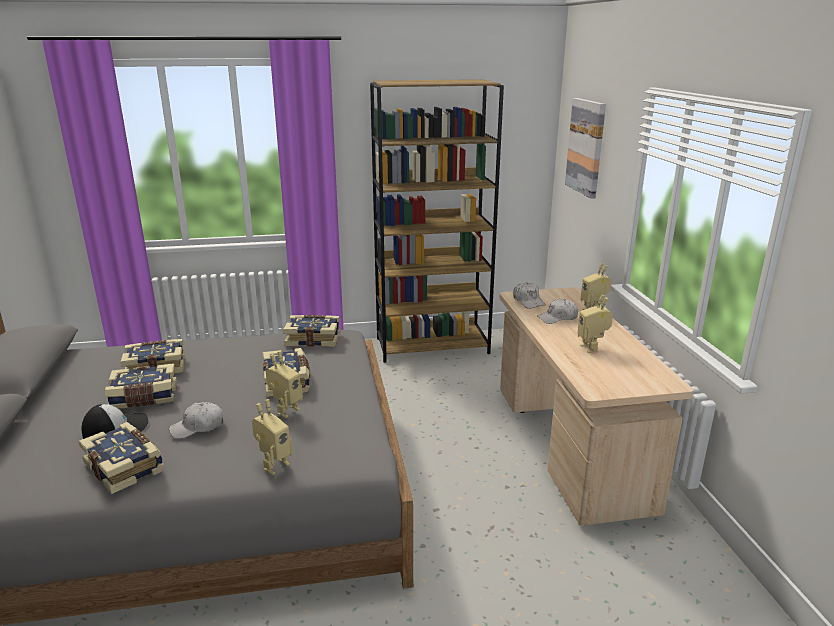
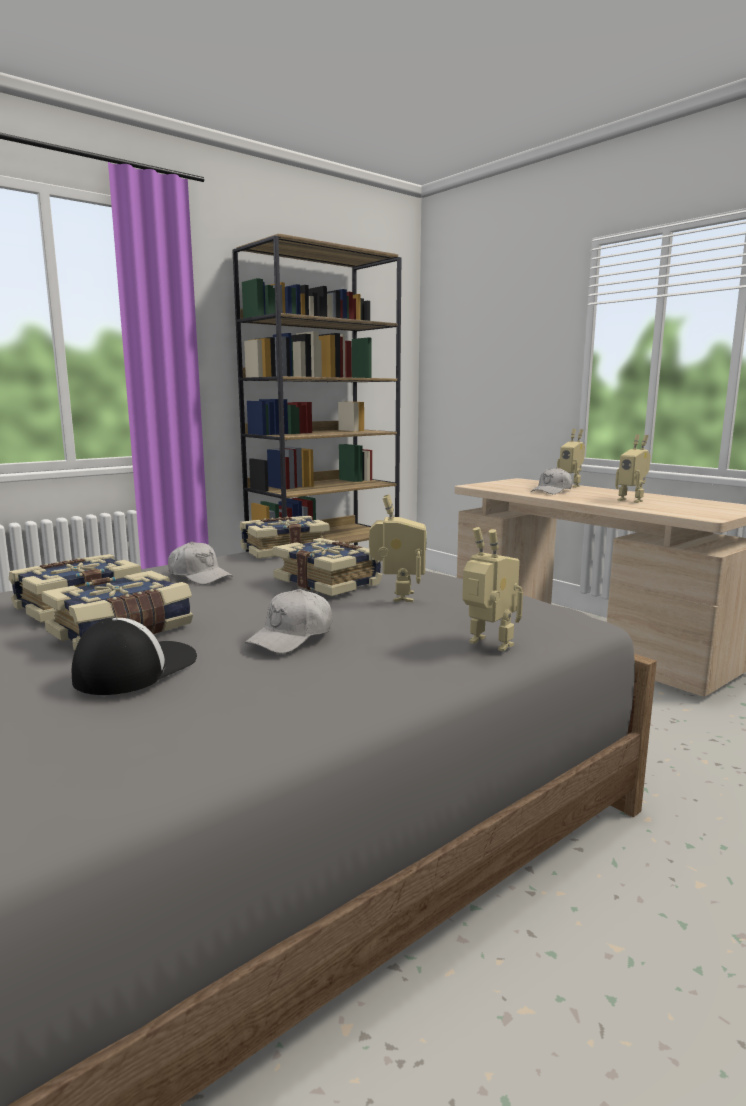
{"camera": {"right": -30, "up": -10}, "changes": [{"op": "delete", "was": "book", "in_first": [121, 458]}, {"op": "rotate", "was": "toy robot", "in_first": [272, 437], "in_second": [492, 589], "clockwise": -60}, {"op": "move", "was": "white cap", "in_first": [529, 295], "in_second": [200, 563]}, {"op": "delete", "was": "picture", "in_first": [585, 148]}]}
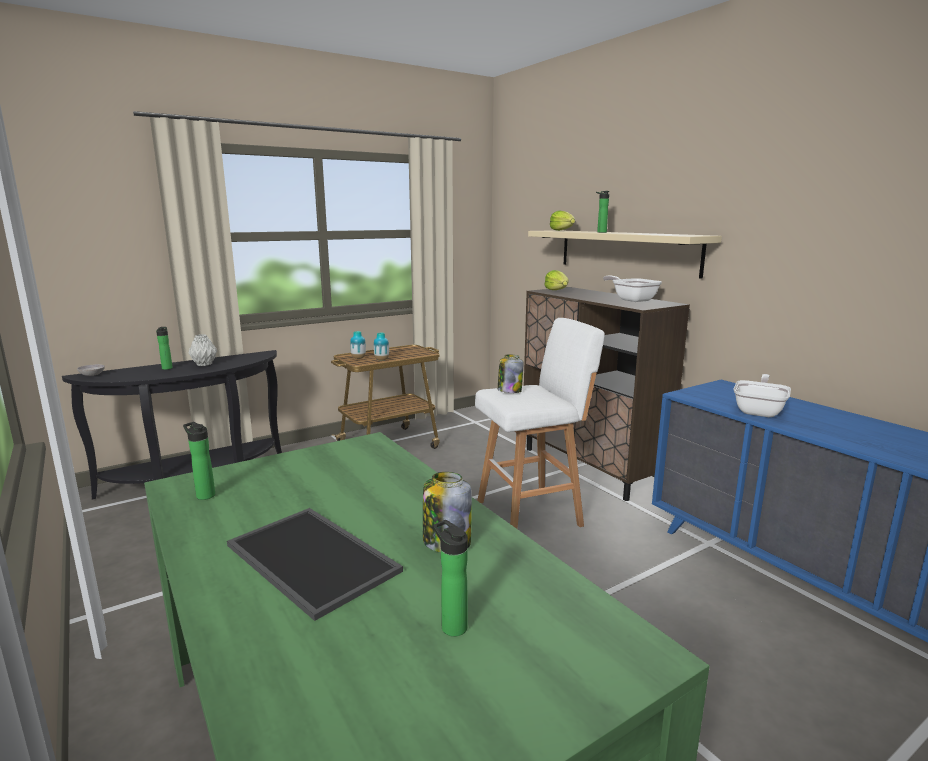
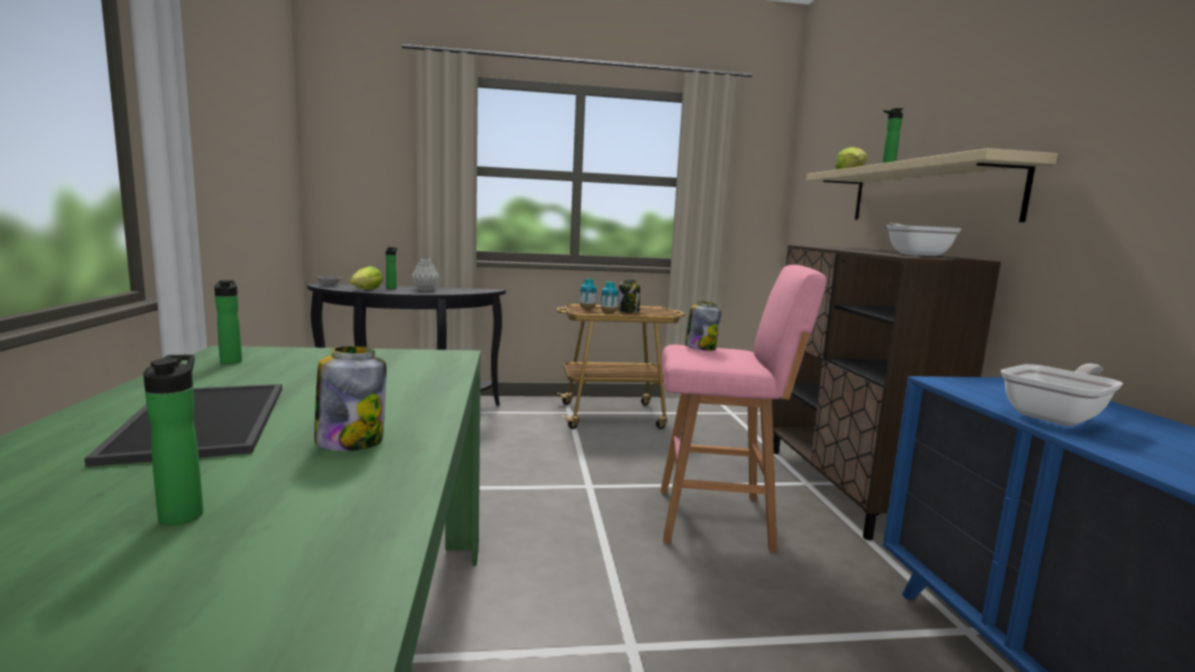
{"camera": {"right": 25, "up": -5}, "changes": [{"op": "recolor", "was": "white stool", "now": "pink stool", "in_first": [540, 423], "in_second": [743, 409]}, {"op": "move", "was": "lettuce", "in_first": [556, 280], "in_second": [366, 277]}, {"op": "insert", "now": "jar", "in_second": [629, 296]}]}
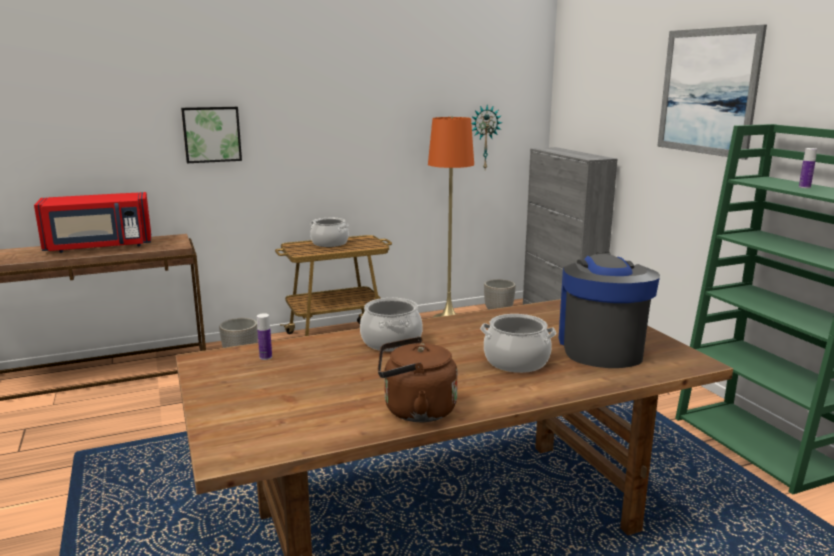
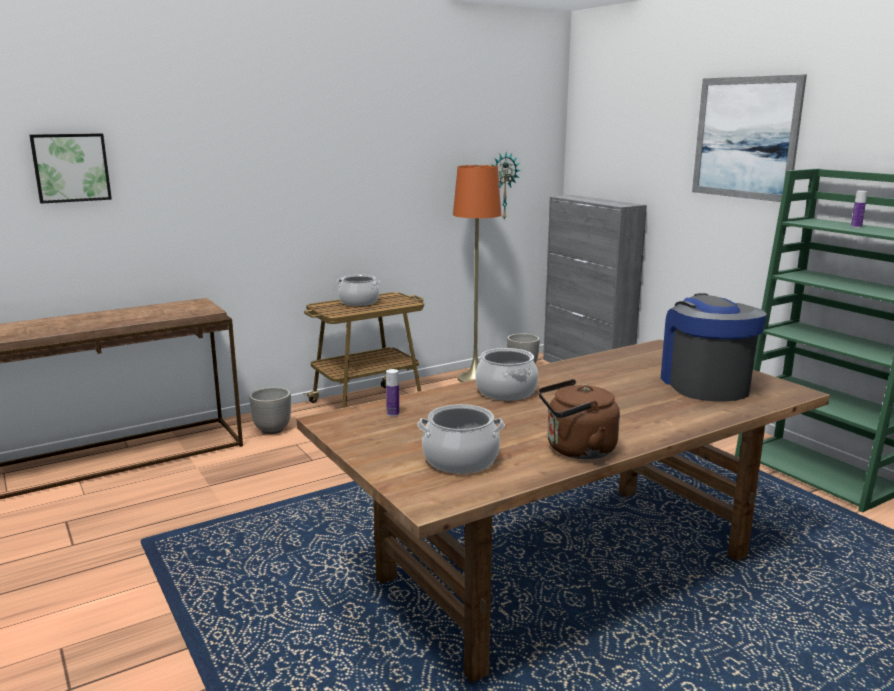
{"camera": {"right": -10, "up": 0}, "changes": [{"op": "delete", "was": "red microwave", "in_first": [92, 222]}, {"op": "move", "was": "picture", "in_first": [211, 135], "in_second": [70, 168]}, {"op": "move", "was": "cooking pot", "in_first": [518, 343], "in_second": [461, 439]}]}
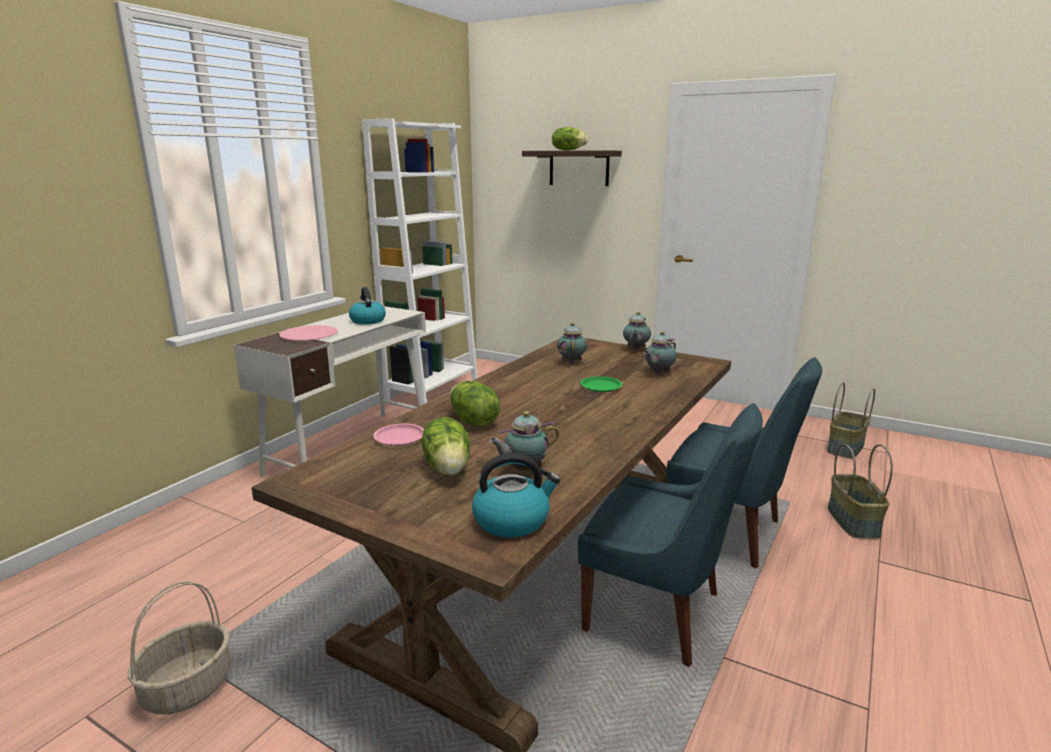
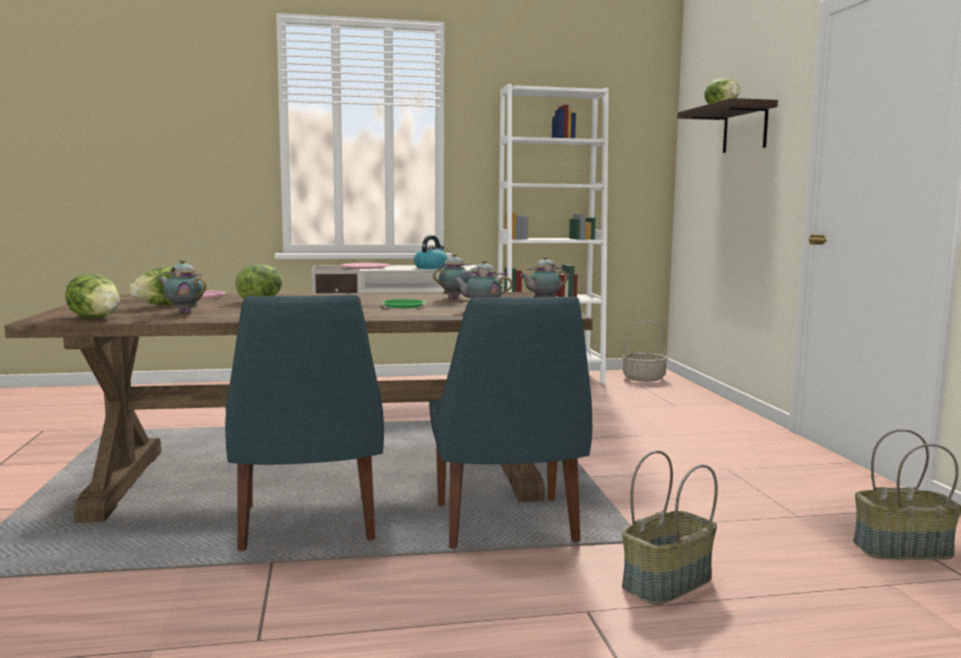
{"camera": {"right": 50, "up": -10}, "changes": [{"op": "move", "was": "basket", "in_first": [179, 648], "in_second": [645, 351]}, {"op": "replace", "was": "kettle", "now": "lettuce", "in_first": [516, 495], "in_second": [92, 296]}]}
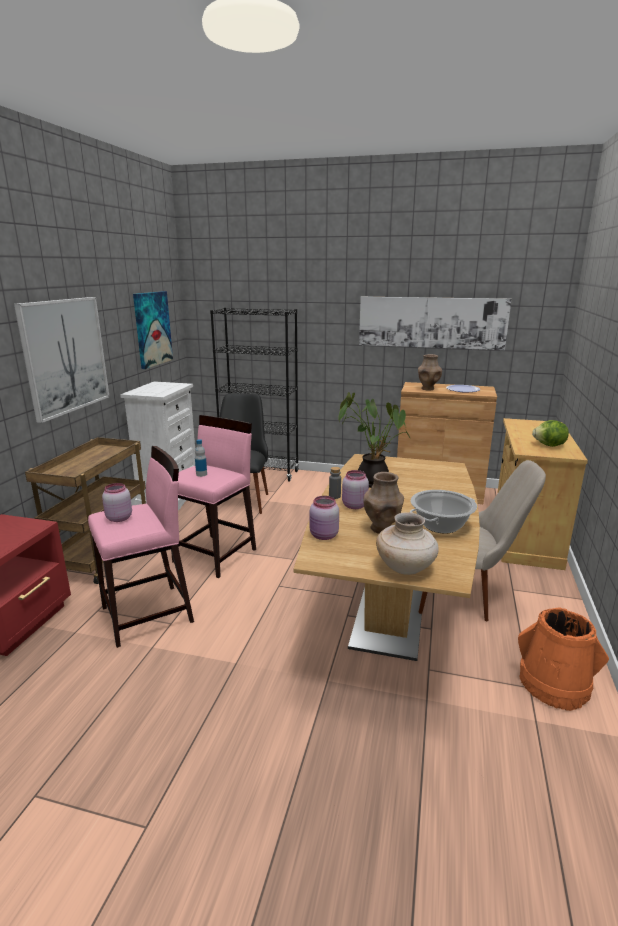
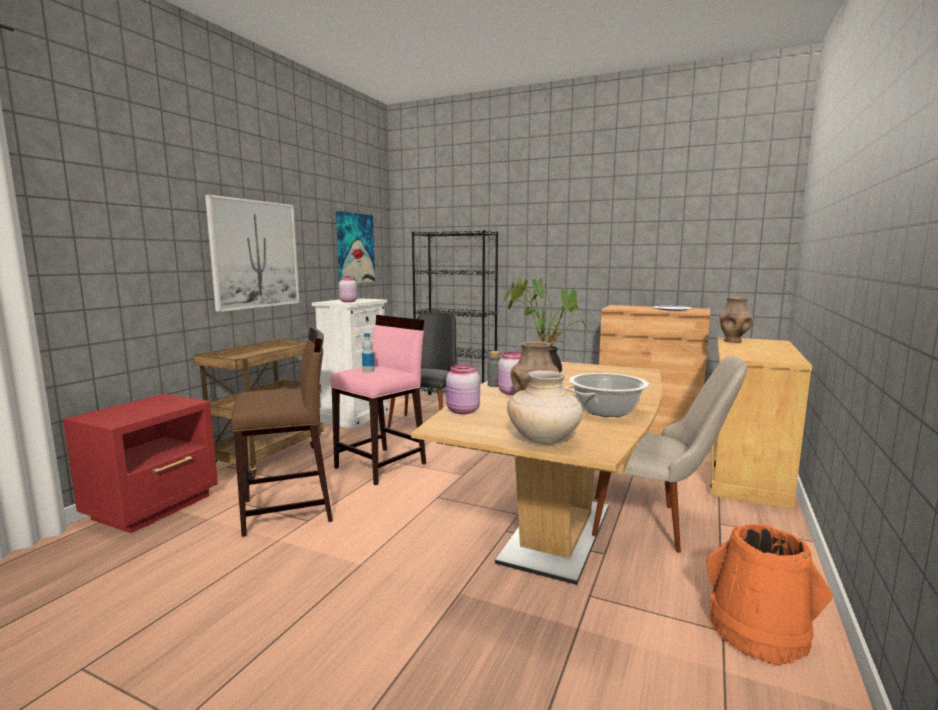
{"camera": {"right": 10, "up": -10}, "changes": [{"op": "recolor", "was": "pink stool", "now": "brown stool", "in_first": [141, 547], "in_second": [282, 432]}, {"op": "move", "was": "pink jar", "in_first": [117, 502], "in_second": [348, 290]}, {"op": "delete", "was": "picture", "in_first": [435, 323]}, {"op": "move", "was": "brown vase", "in_first": [430, 372], "in_second": [736, 320]}, {"op": "delete", "was": "lettuce", "in_first": [550, 433]}]}
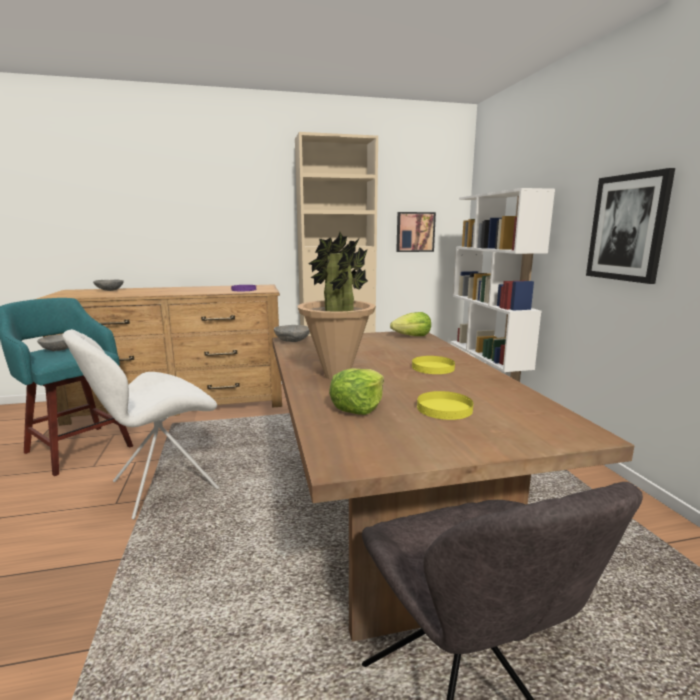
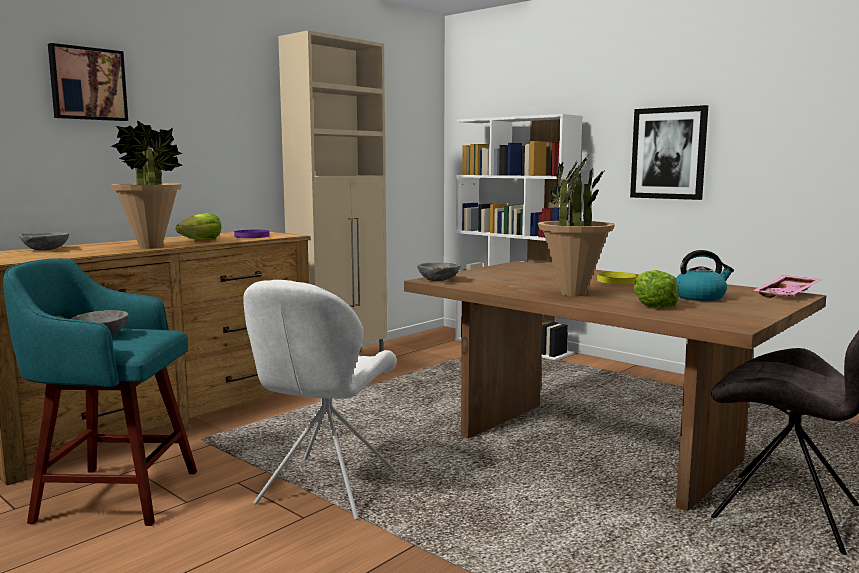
{"camera": {"right": -35, "up": -5}, "changes": [{"op": "move", "was": "lettuce", "in_first": [410, 324], "in_second": [199, 226]}, {"op": "move", "was": "picture", "in_first": [416, 232], "in_second": [88, 82]}, {"op": "replace", "was": "yellow plate", "now": "kettle", "in_first": [445, 405], "in_second": [705, 275]}, {"op": "insert", "now": "potted plant", "in_second": [146, 184]}, {"op": "insert", "now": "pink tray", "in_second": [787, 286]}]}
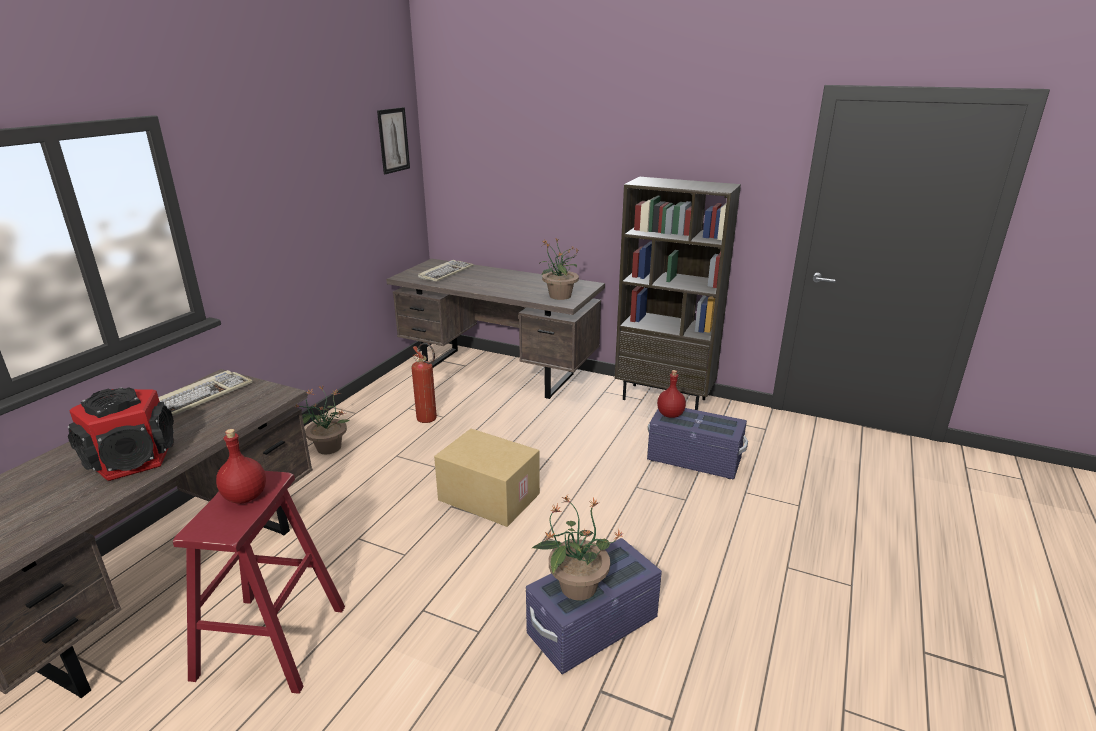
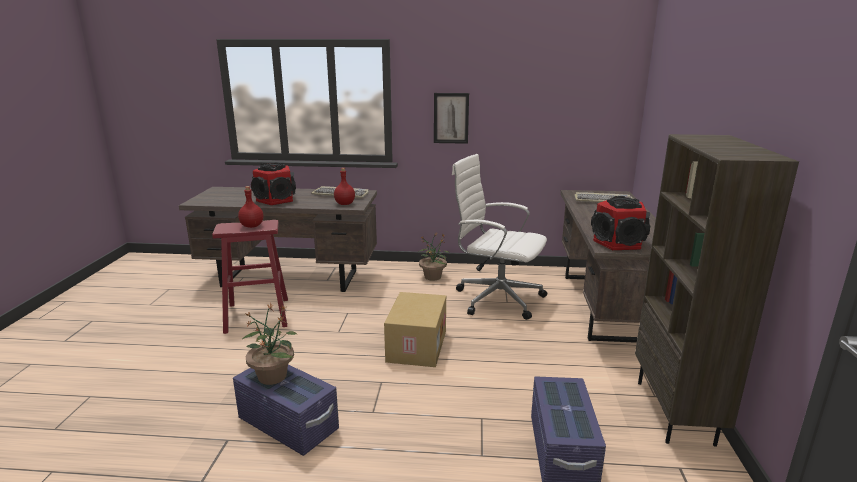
{"camera": {"right": 70, "up": -5}, "changes": [{"op": "move", "was": "picture", "in_first": [393, 140], "in_second": [451, 118]}, {"op": "replace", "was": "fire extinguisher", "now": "white office chair", "in_first": [424, 383], "in_second": [499, 237]}, {"op": "replace", "was": "potted plant", "now": "speaker", "in_first": [559, 269], "in_second": [620, 223]}, {"op": "move", "was": "red bottle", "in_first": [671, 394], "in_second": [344, 186]}]}
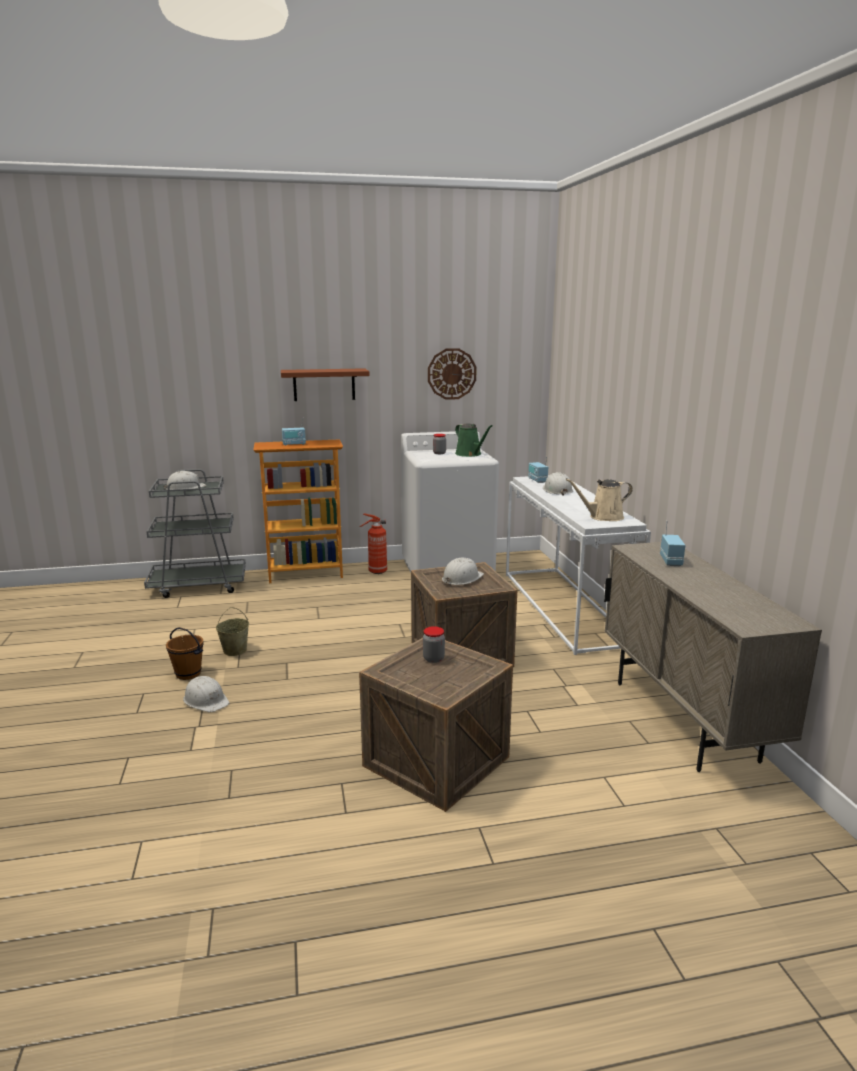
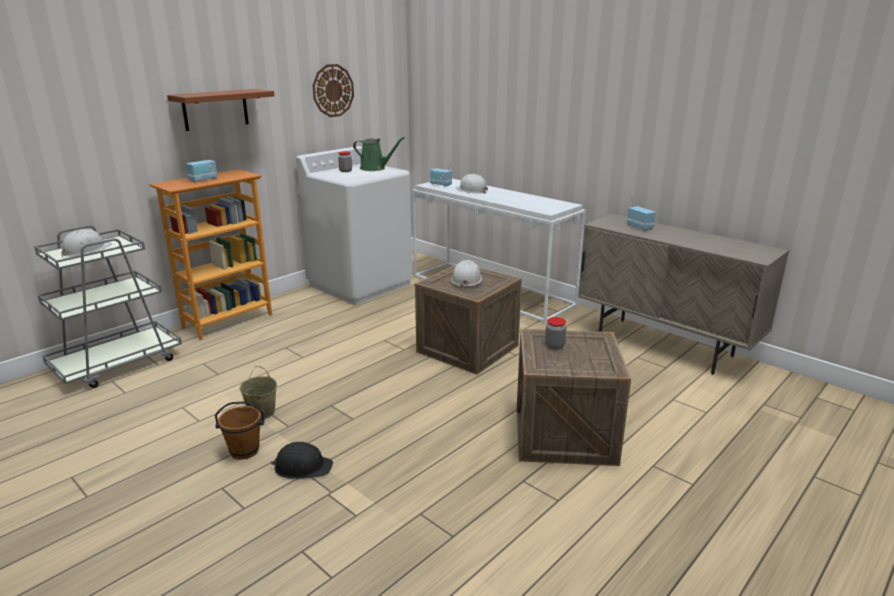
{"camera": {"right": -35, "up": 5}, "changes": [{"op": "recolor", "was": "white hard hat", "now": "black hard hat", "in_first": [206, 694], "in_second": [301, 460]}, {"op": "delete", "was": "fire extinguisher", "in_first": [373, 543]}, {"op": "delete", "was": "beige watering can", "in_first": [599, 499]}]}
